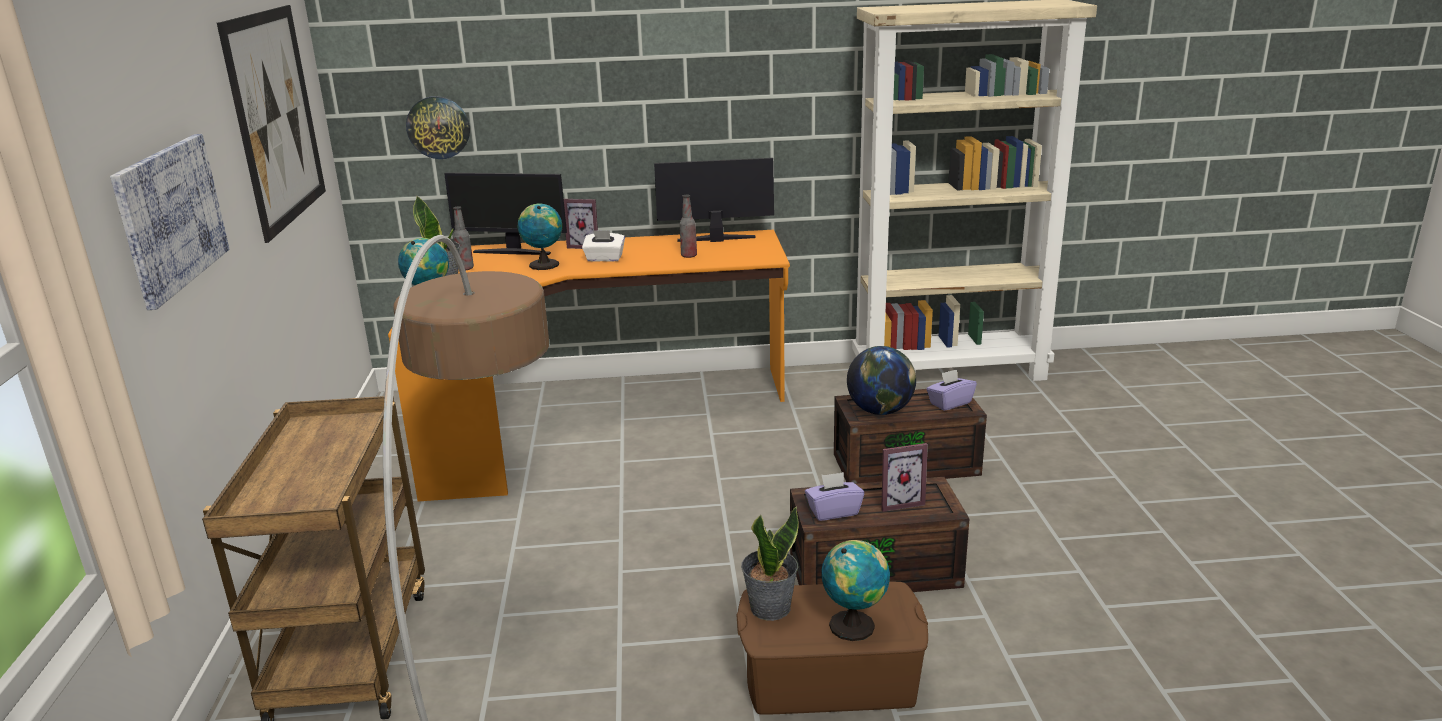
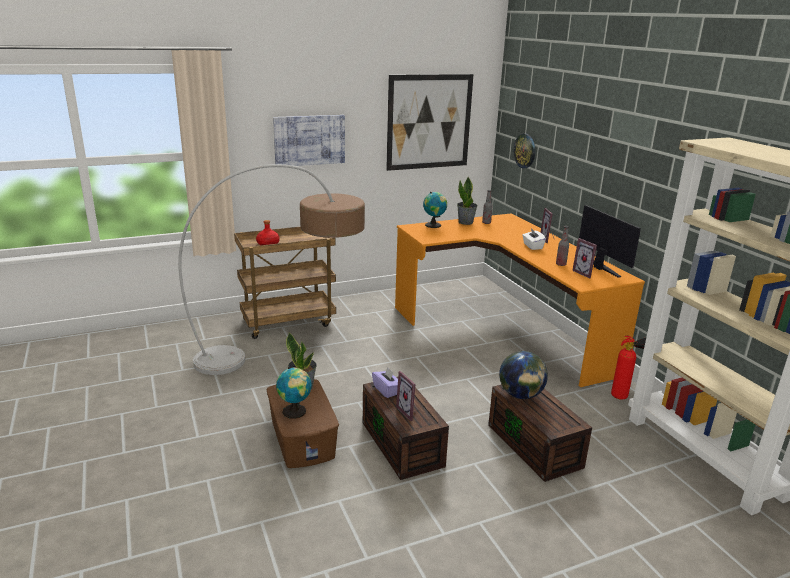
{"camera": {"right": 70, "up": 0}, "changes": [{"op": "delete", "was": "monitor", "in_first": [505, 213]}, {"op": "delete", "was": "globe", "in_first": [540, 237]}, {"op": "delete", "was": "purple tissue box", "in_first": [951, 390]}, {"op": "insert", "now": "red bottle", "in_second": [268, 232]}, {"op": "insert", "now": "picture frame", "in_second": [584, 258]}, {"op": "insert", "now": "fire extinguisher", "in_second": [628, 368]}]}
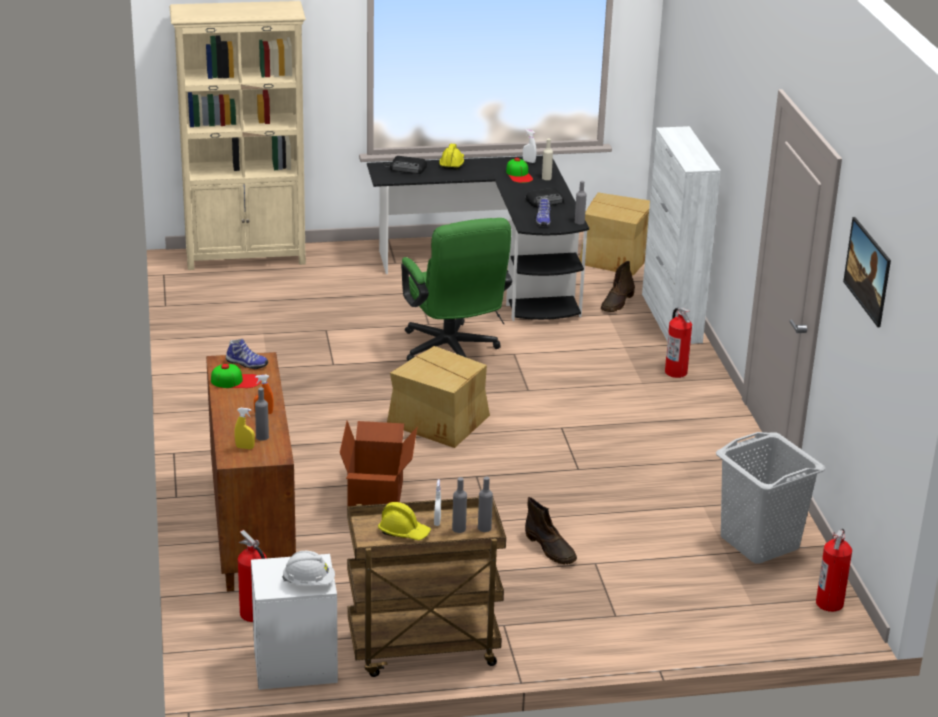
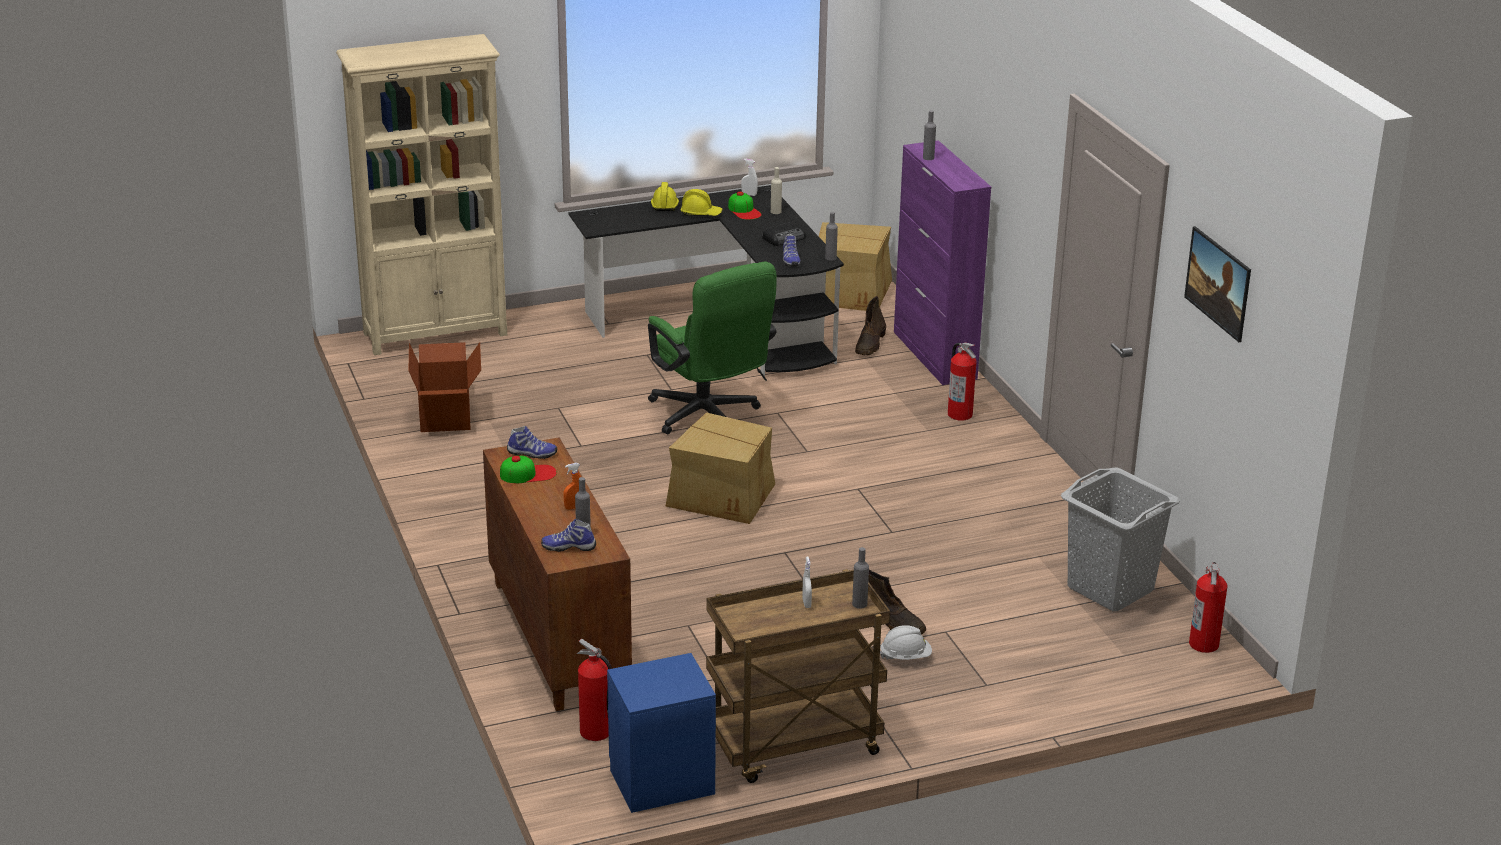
{"camera": {"right": -10, "up": 0}, "changes": [{"op": "replace", "was": "yellow spray bottle", "now": "shoe", "in_first": [244, 428], "in_second": [568, 535]}, {"op": "recolor", "was": "white nightstand", "now": "blue nightstand", "in_first": [294, 622], "in_second": [661, 733]}, {"op": "move", "was": "white hard hat", "in_first": [308, 568], "in_second": [906, 642]}, {"op": "move", "was": "cardboard box", "in_first": [378, 463], "in_second": [445, 387]}, {"op": "move", "was": "yellow hard hat", "in_first": [404, 521], "in_second": [701, 202]}, {"op": "delete", "was": "radio", "in_first": [408, 165]}, {"op": "move", "was": "grey bottle", "in_first": [459, 505], "in_second": [929, 135]}, {"op": "recolor", "was": "white cabinet", "now": "purple cabinet", "in_first": [681, 235], "in_second": [942, 262]}]}
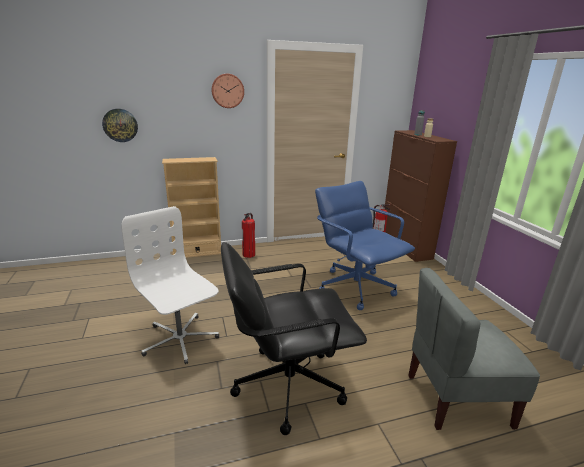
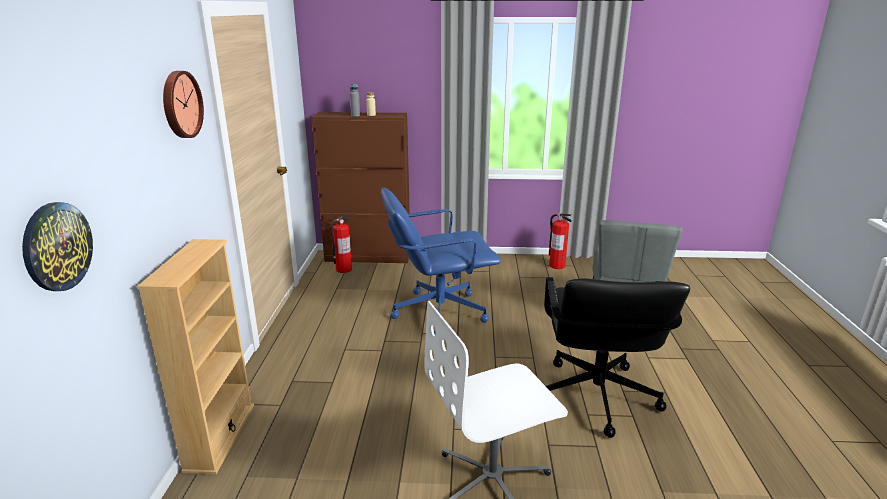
{"camera": {"right": -70, "up": 0}, "changes": [{"op": "move", "was": "fire extinguisher", "in_first": [248, 235], "in_second": [560, 241]}]}
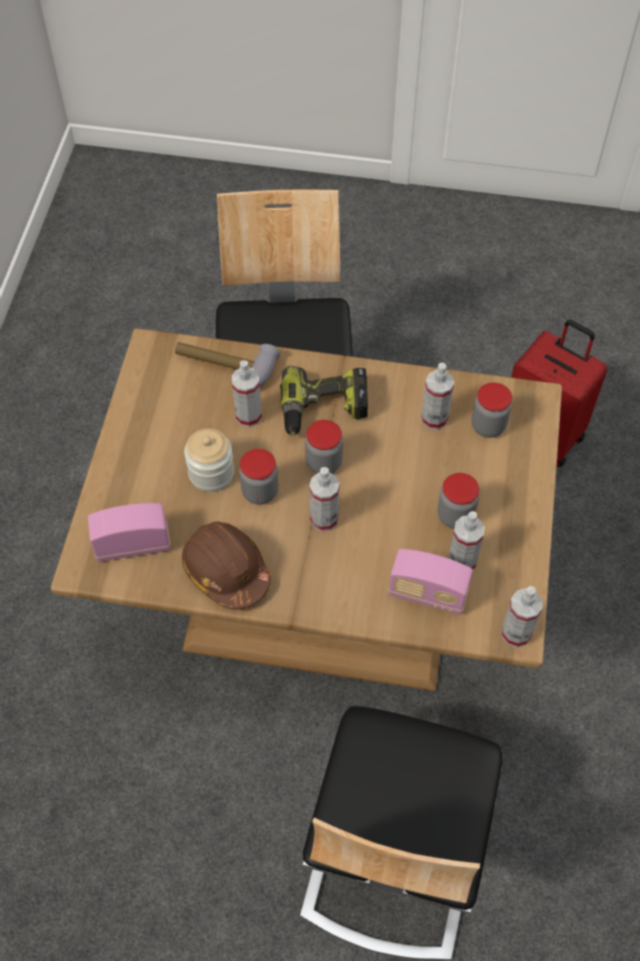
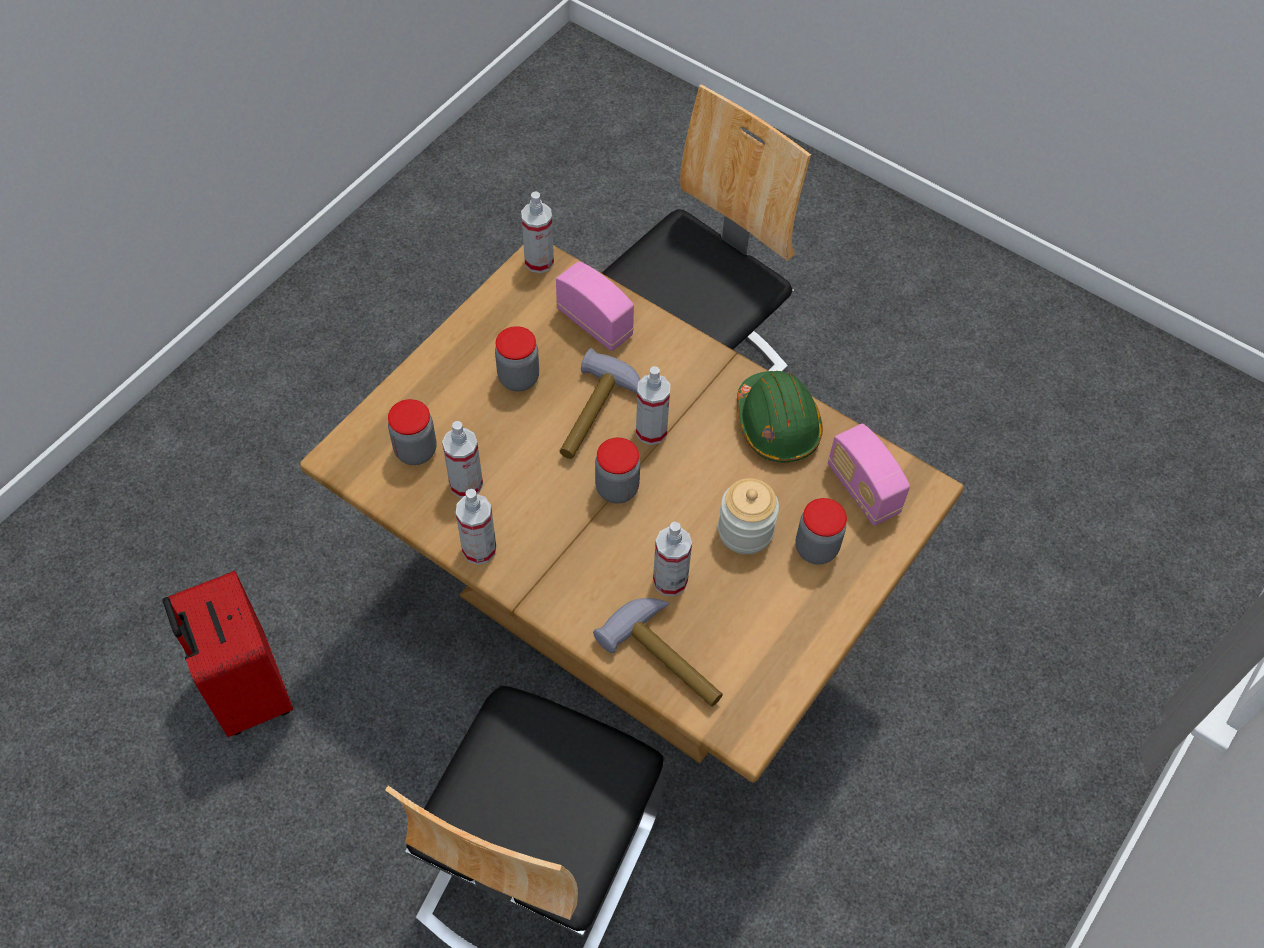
{"camera": {"right": -155, "up": 0}, "changes": [{"op": "rotate", "was": "radio", "in_first": [129, 532], "in_second": [869, 474], "clockwise": 45}, {"op": "recolor", "was": "brown hard hat", "now": "green hard hat", "in_first": [226, 566], "in_second": [780, 416]}, {"op": "move", "was": "jar", "in_first": [258, 477], "in_second": [821, 531]}, {"op": "delete", "was": "power drill", "in_first": [324, 401]}, {"op": "move", "was": "spray bottle", "in_first": [467, 540], "in_second": [476, 527]}, {"op": "insert", "now": "hammer", "in_second": [600, 403]}]}
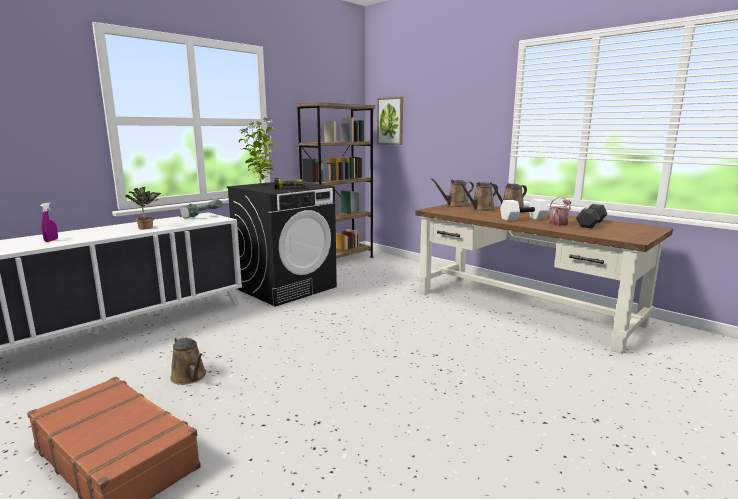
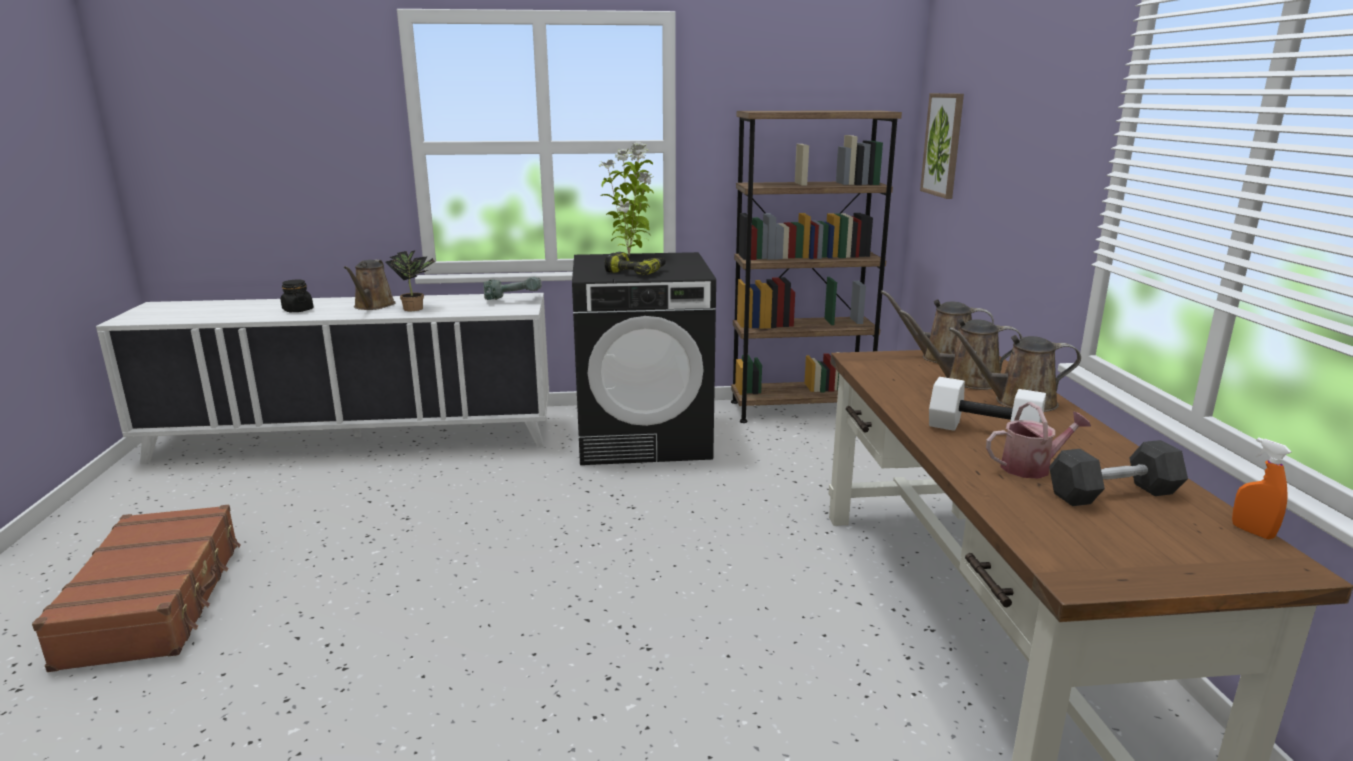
{"camera": {"right": 40, "up": 5}, "changes": [{"op": "replace", "was": "purple spray bottle", "now": "black jar", "in_first": [49, 222], "in_second": [297, 296]}, {"op": "move", "was": "brown watering can", "in_first": [188, 360], "in_second": [369, 285]}, {"op": "insert", "now": "orange spray bottle", "in_second": [1262, 488]}]}
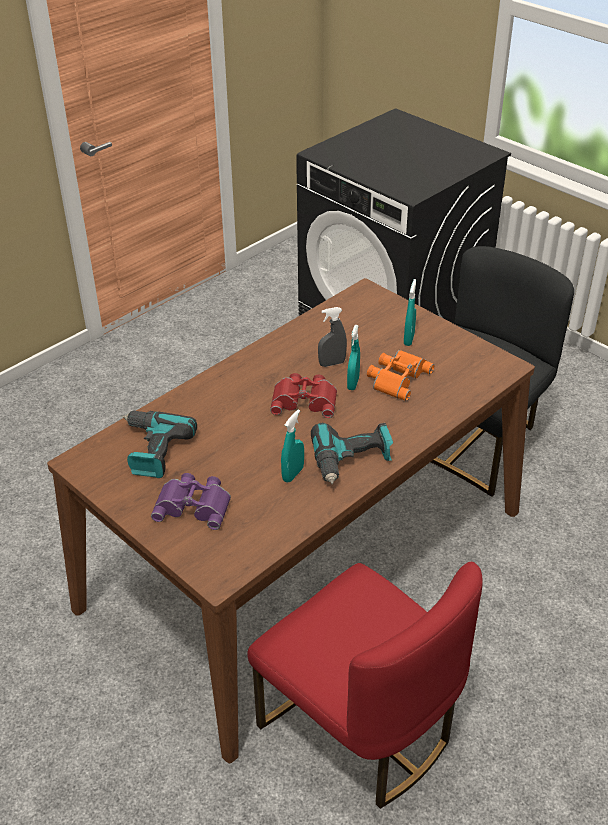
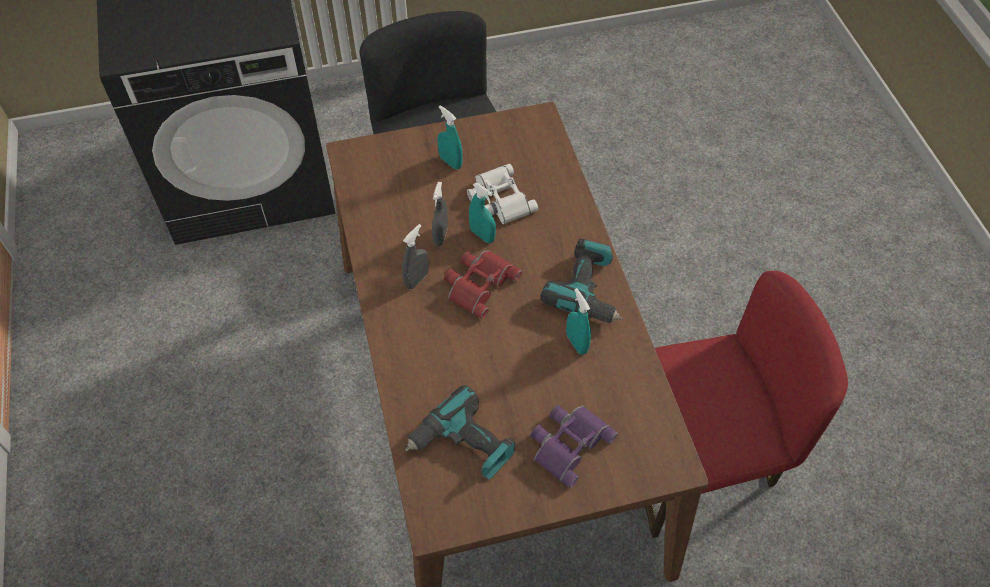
{"camera": {"right": -60, "up": 15}, "changes": [{"op": "recolor", "was": "orange binoculars", "now": "white binoculars", "in_first": [400, 375], "in_second": [502, 194]}, {"op": "insert", "now": "grey spray bottle", "in_second": [415, 256]}]}
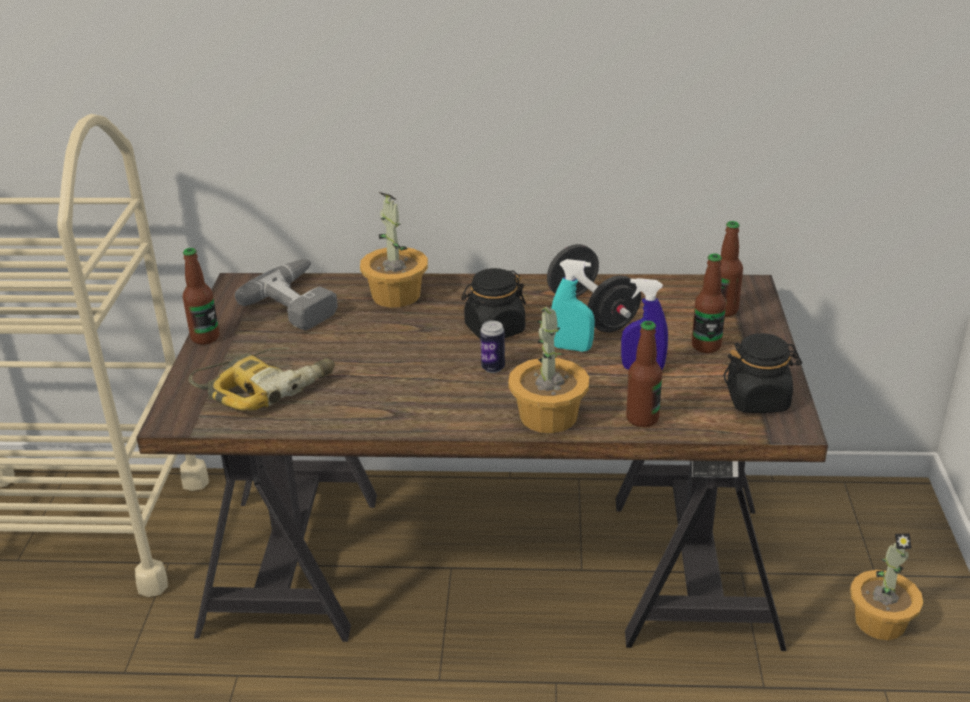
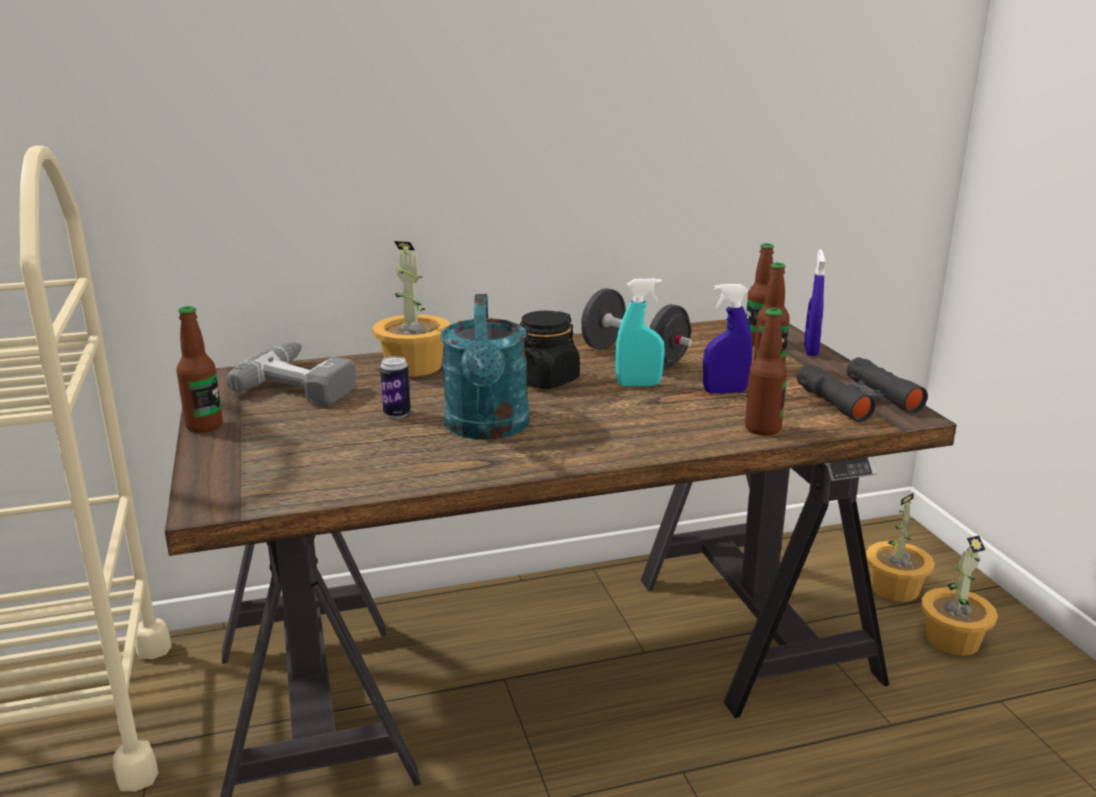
{"camera": {"right": -20, "up": -10}, "changes": [{"op": "delete", "was": "power drill", "in_first": [261, 379]}, {"op": "move", "was": "can", "in_first": [492, 346], "in_second": [395, 387]}, {"op": "move", "was": "potted plant", "in_first": [548, 367], "in_second": [900, 547]}, {"op": "replace", "was": "black jar", "now": "black binoculars", "in_first": [762, 373], "in_second": [862, 389]}, {"op": "insert", "now": "turquoise watering can", "in_second": [484, 367]}, {"op": "insert", "now": "blue spray bottle", "in_second": [814, 302]}]}
